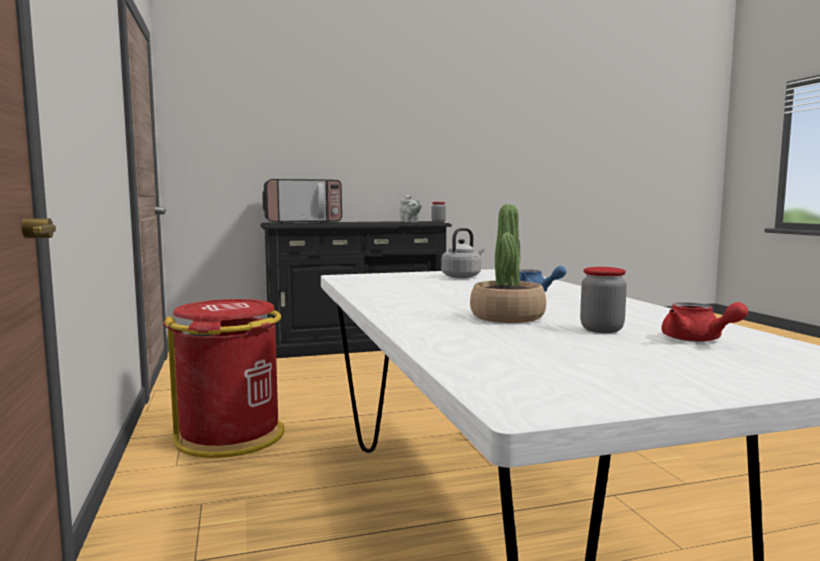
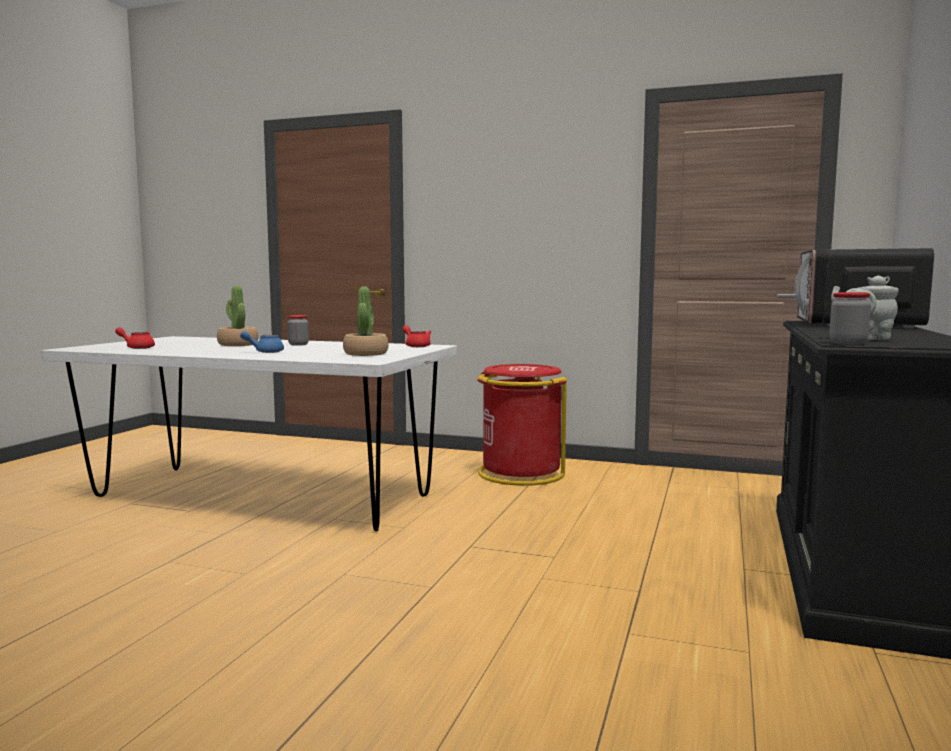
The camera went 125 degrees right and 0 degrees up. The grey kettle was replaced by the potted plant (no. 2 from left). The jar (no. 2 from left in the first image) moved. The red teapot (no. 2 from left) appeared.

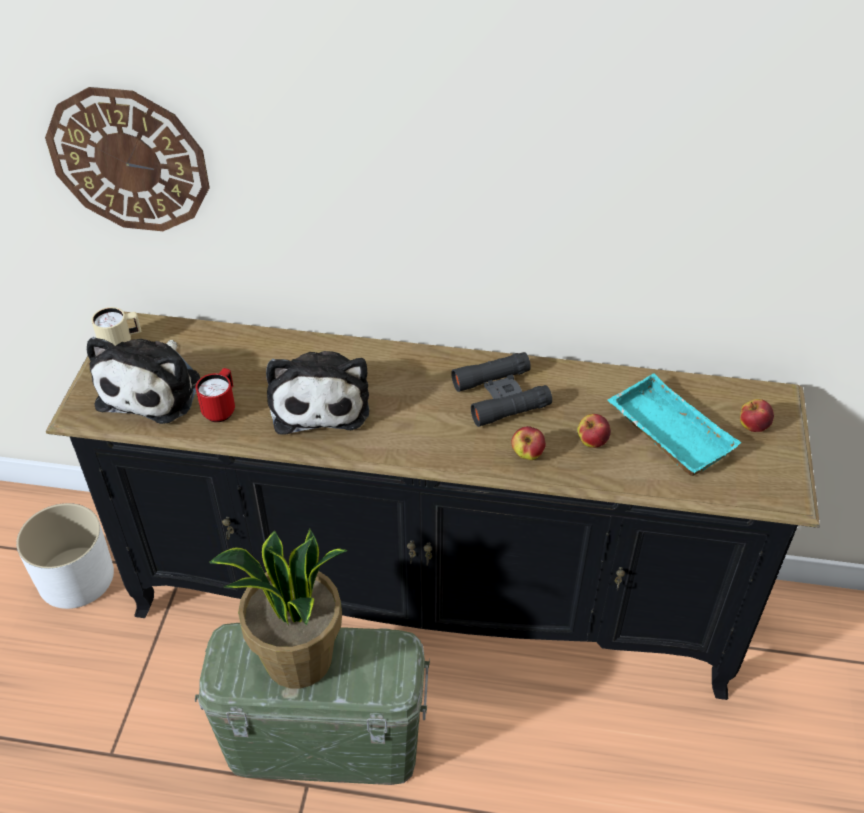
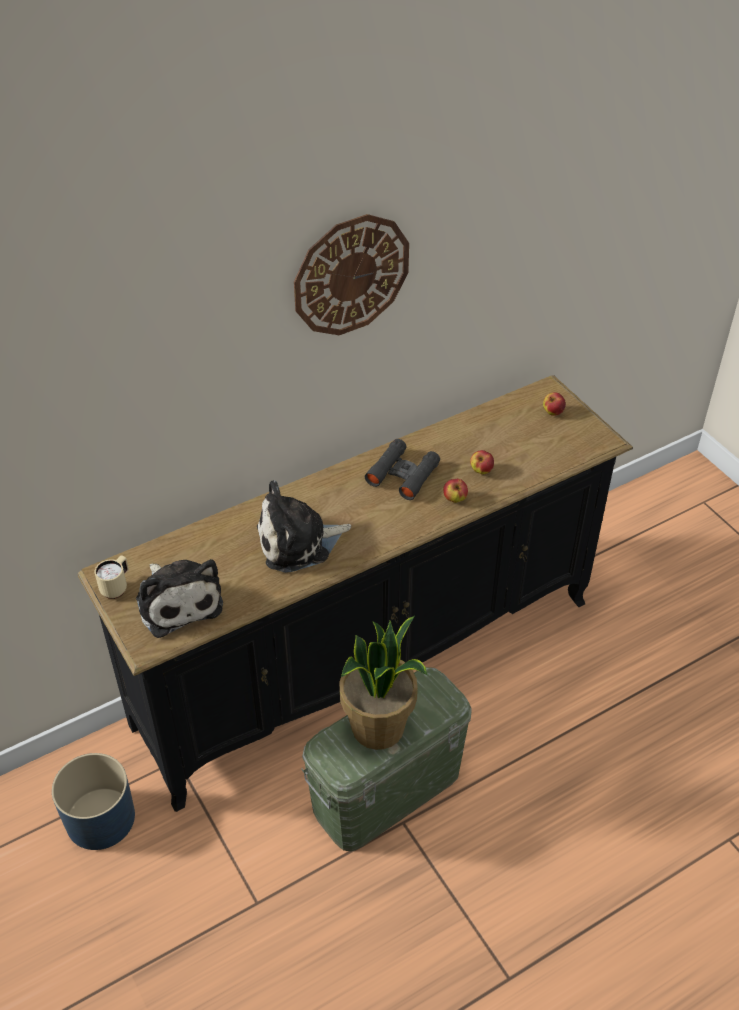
The camera went 40 degrees left and 0 degrees up. The wall clock moved. The plush toy (no. 2 from left) turned 120 degrees clockwise. The red mug disappeared. The turquoise tray disappeared. The white planter became the blue planter.

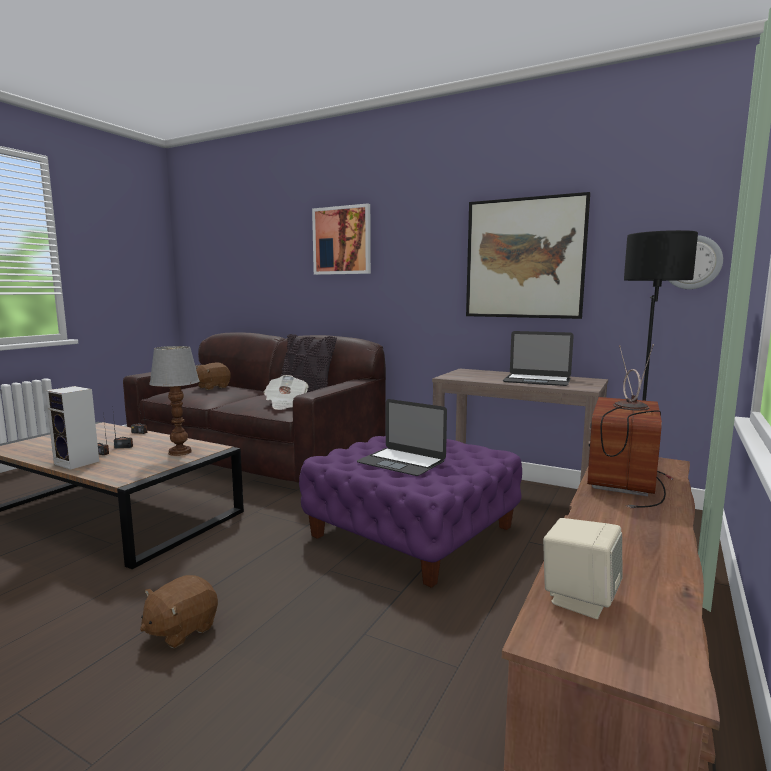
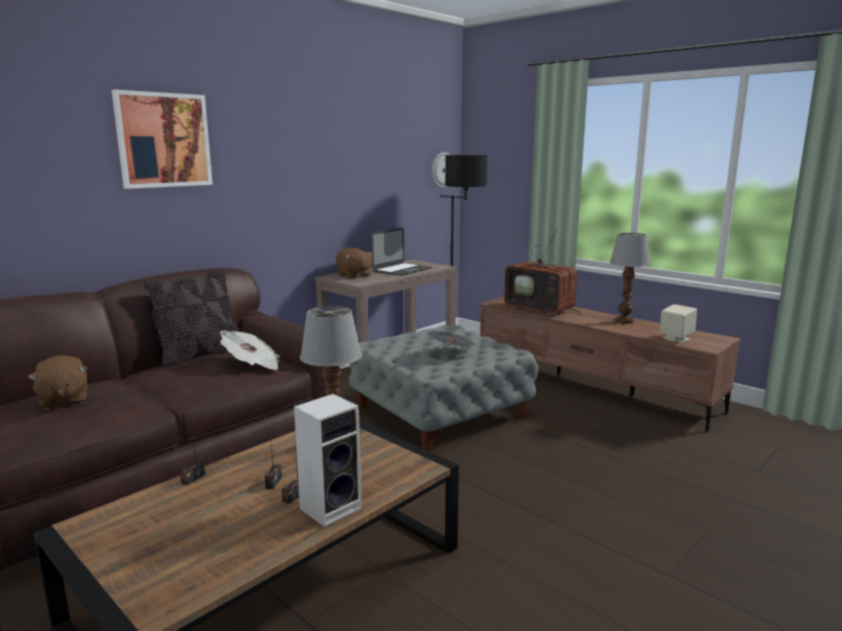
The camera went 75 degrees left and 5 degrees up. The picture (no. 2 from left) disappeared. The laptop (no. 1 from left) was replaced by the newspaper (no. 2 from left). The purple ottoman became the grey ottoman. The brown plush toy (no. 1 from left in the first image) moved. The table lamp (no. 2 from left) appeared.

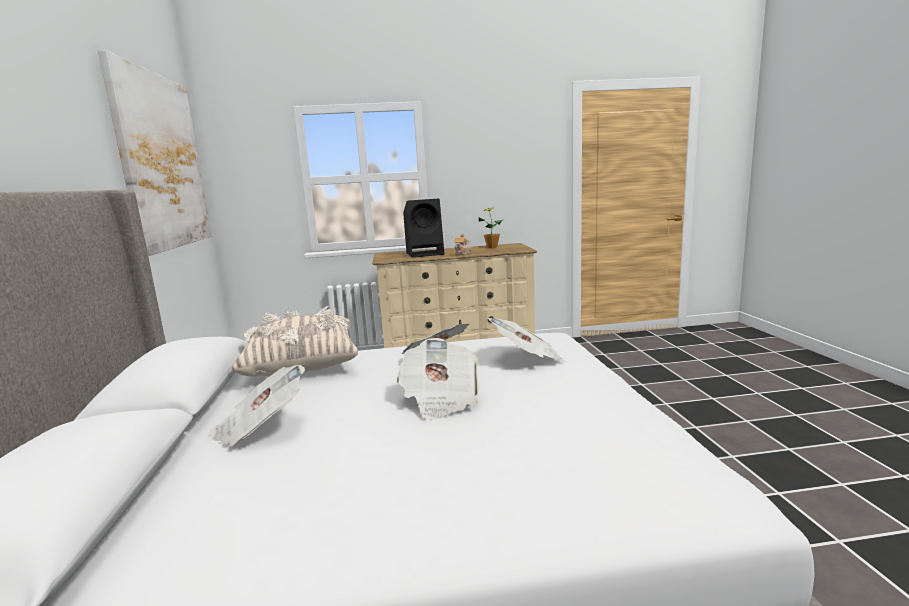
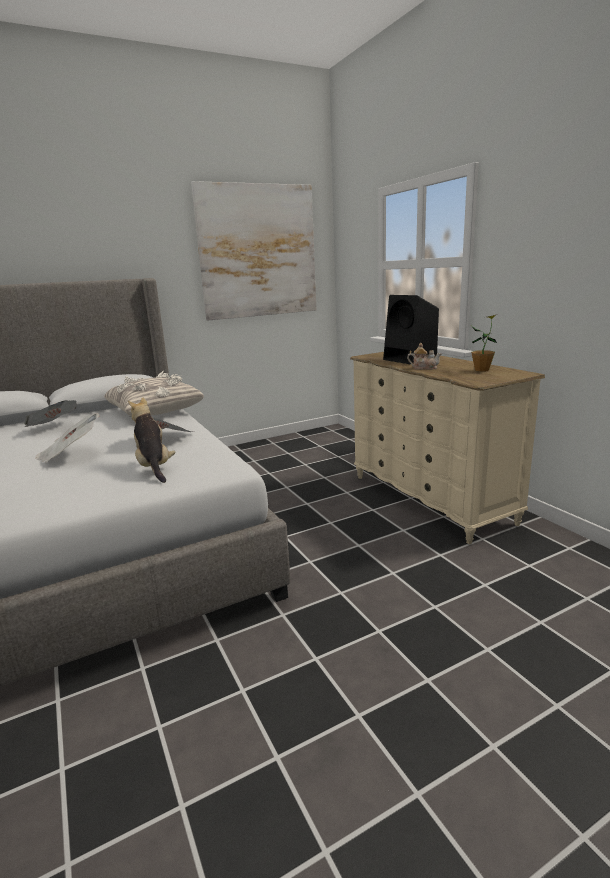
The camera went 70 degrees right and 5 degrees up. The newspaper (no. 4 from left) was replaced by the plush toy.

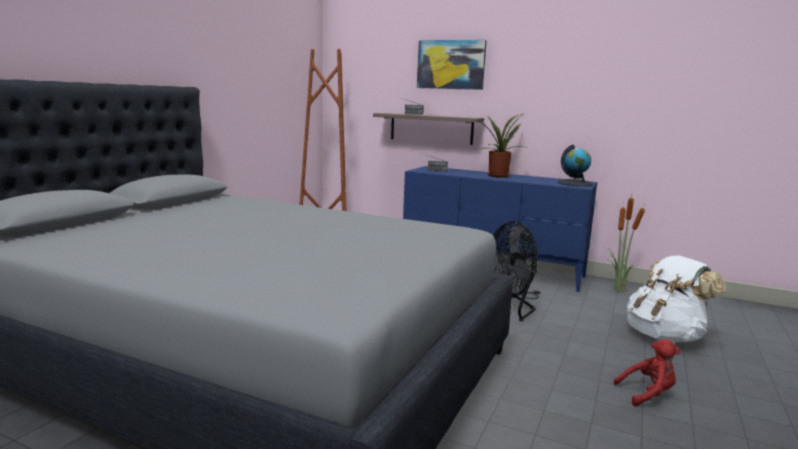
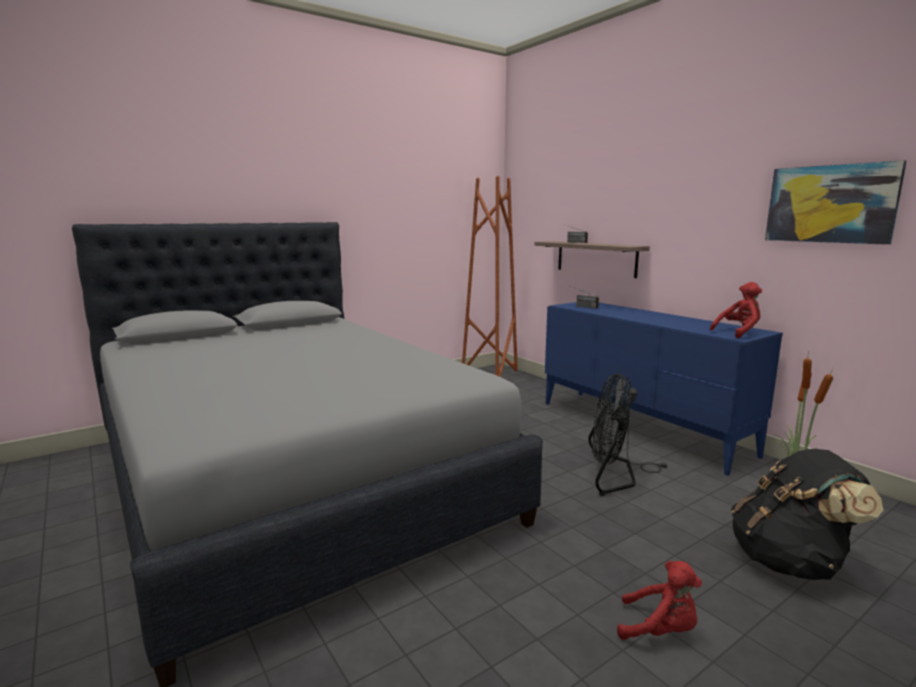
The camera went 30 degrees right and 0 degrees up. The picture moved. The potted plant (no. 1 from left) disappeared. The globe was replaced by the red plush toy (no. 2 from left). The white backpack became the black backpack.

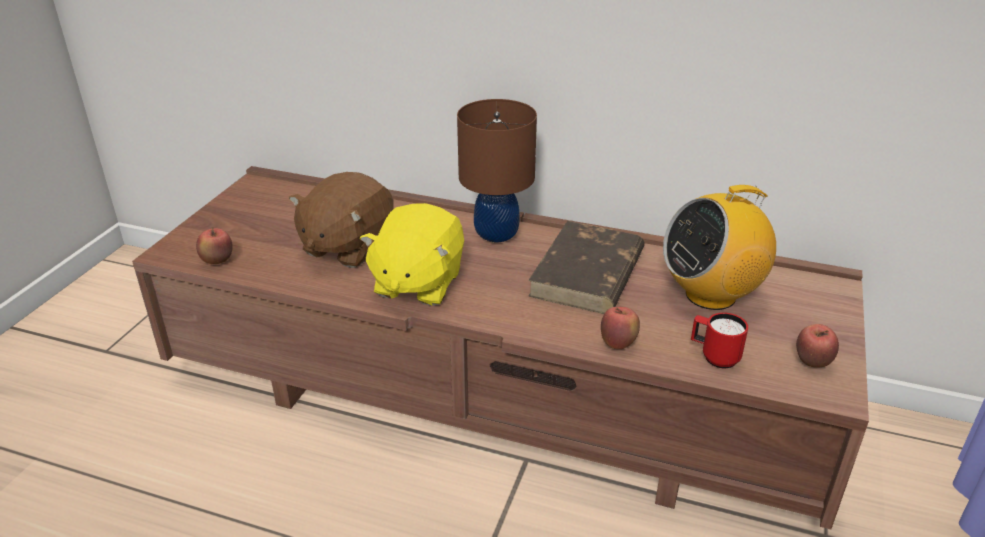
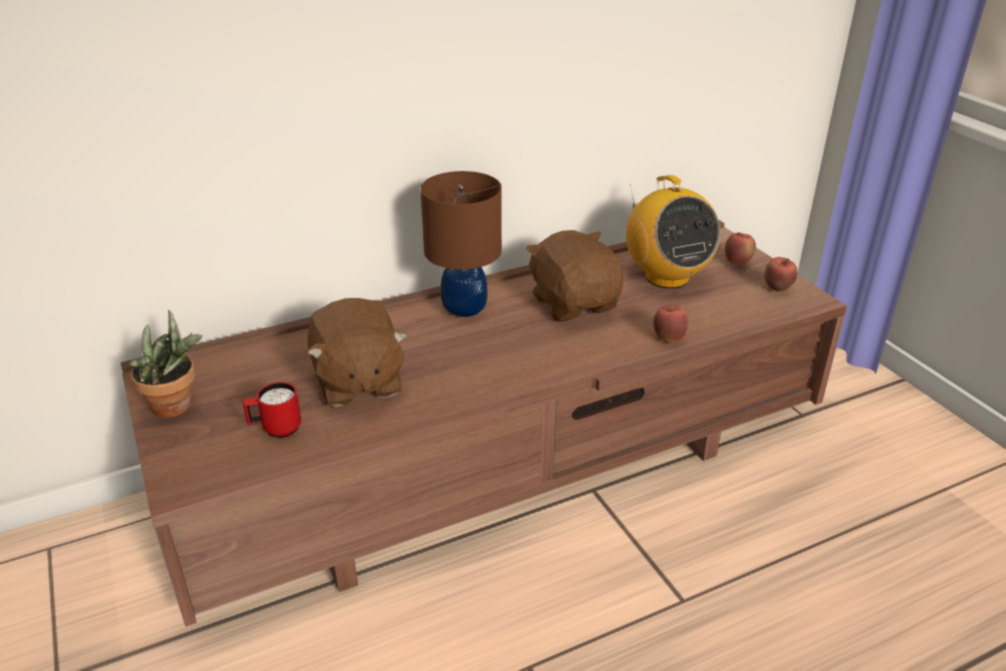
The camera went 45 degrees left and 0 degrees up. The radio turned 45 degrees counterclockwise. The yellow plush toy disappeared. The brown book was replaced by the brown plush toy (no. 2 from left). The apple (no. 1 from left in the first image) moved. The red mug moved. The potted plant appeared.

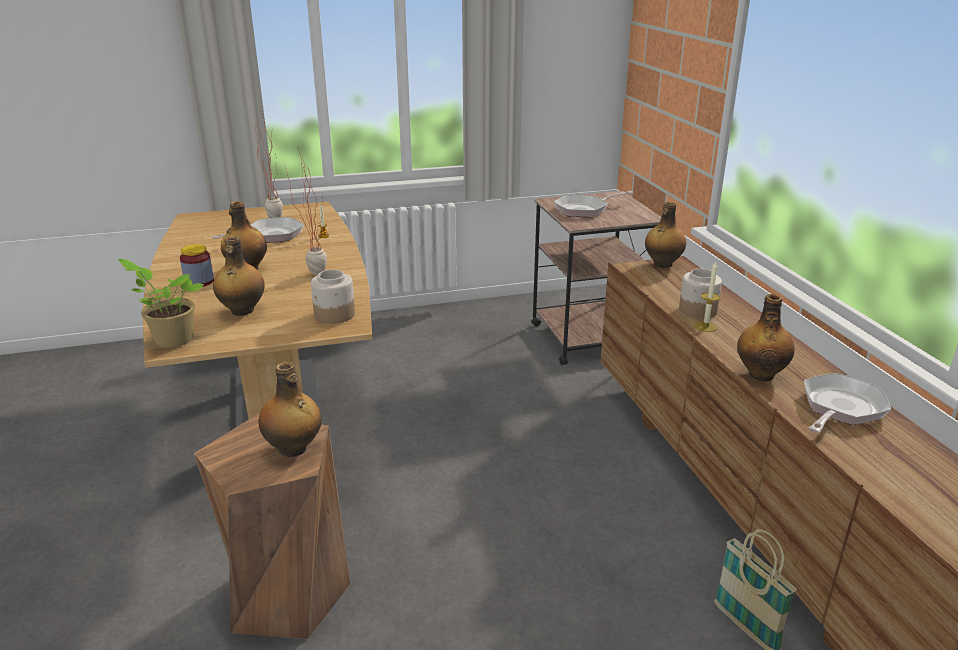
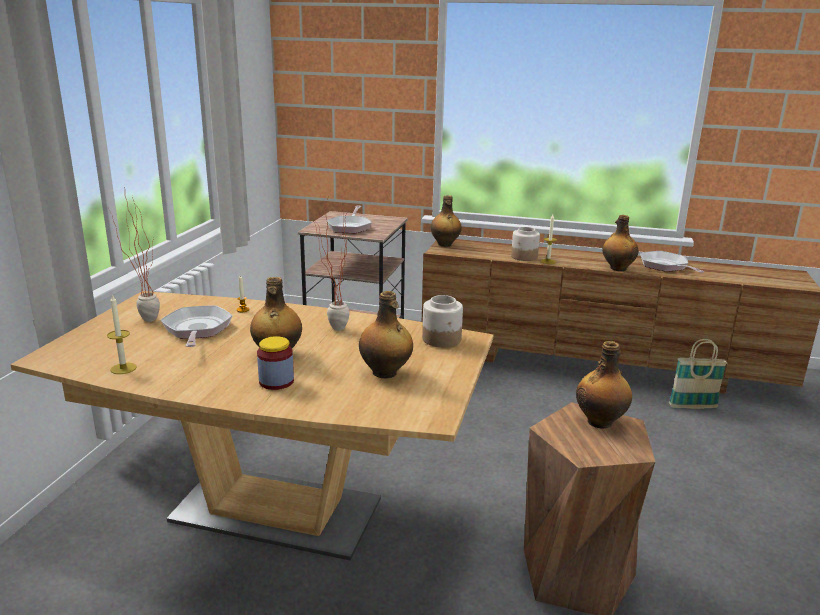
The camera went 60 degrees left and 5 degrees down. The potted plant (no. 1 from left) disappeared. The candle (no. 1 from left) appeared.

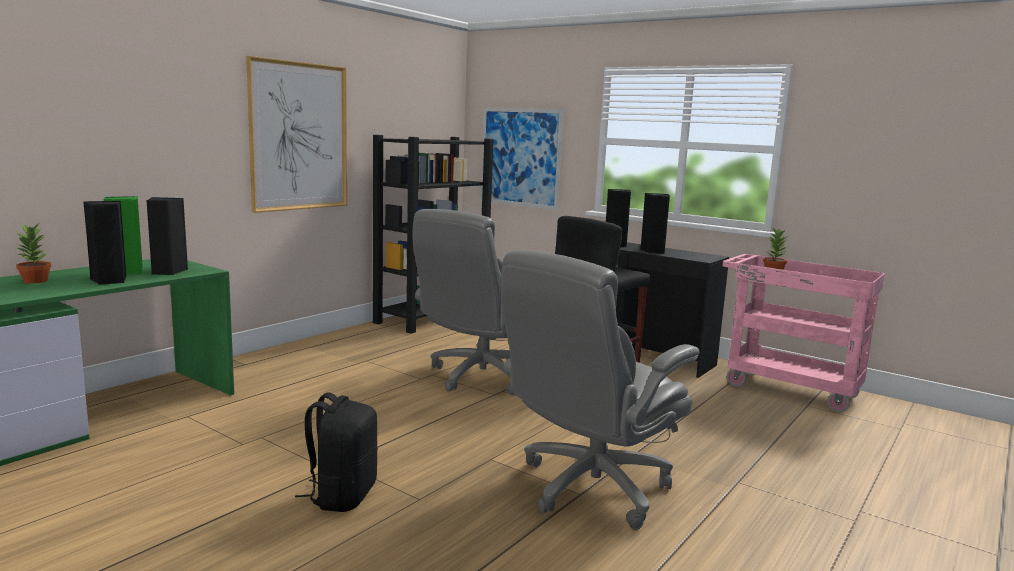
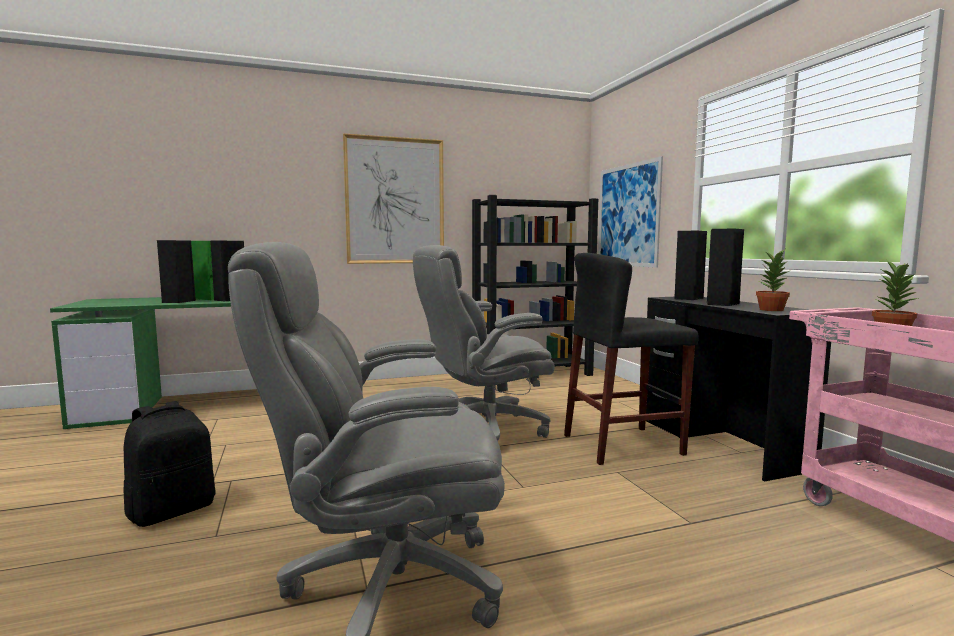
The camera went 35 degrees right and 5 degrees down. The potted plant (no. 1 from left) moved.

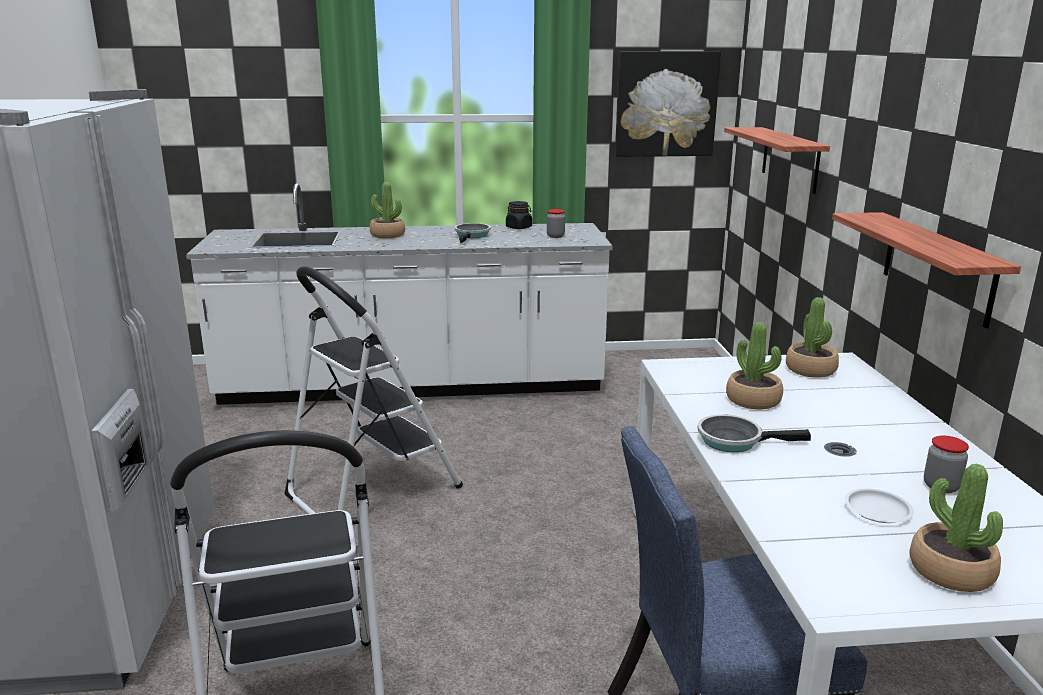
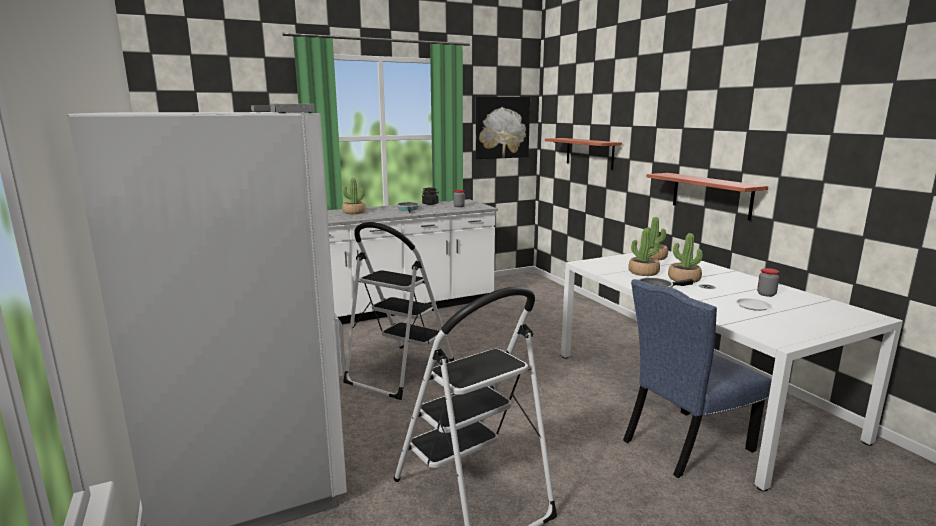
The camera went 20 degrees left and 5 degrees down. The potted plant (no. 4 from left) moved.

